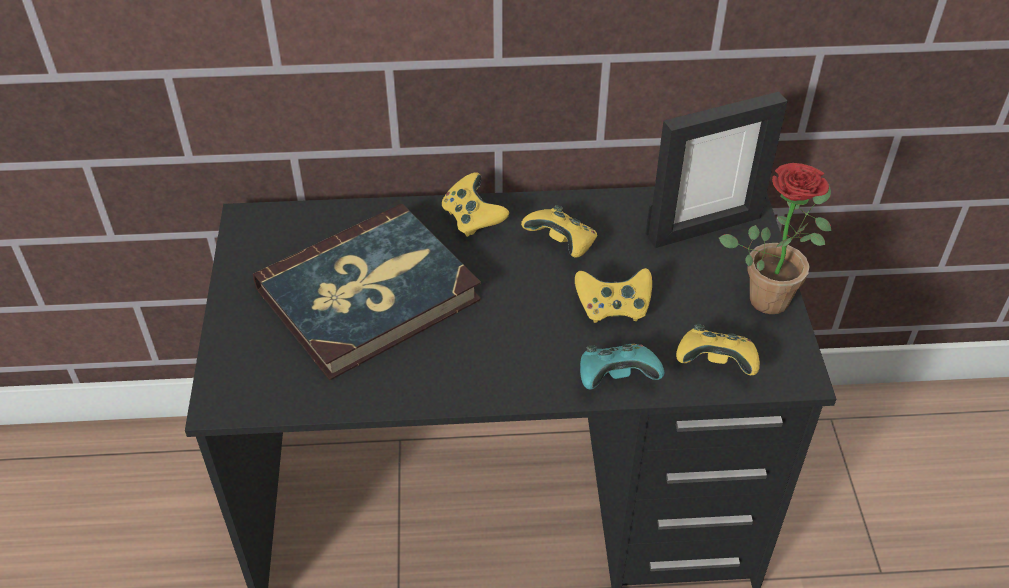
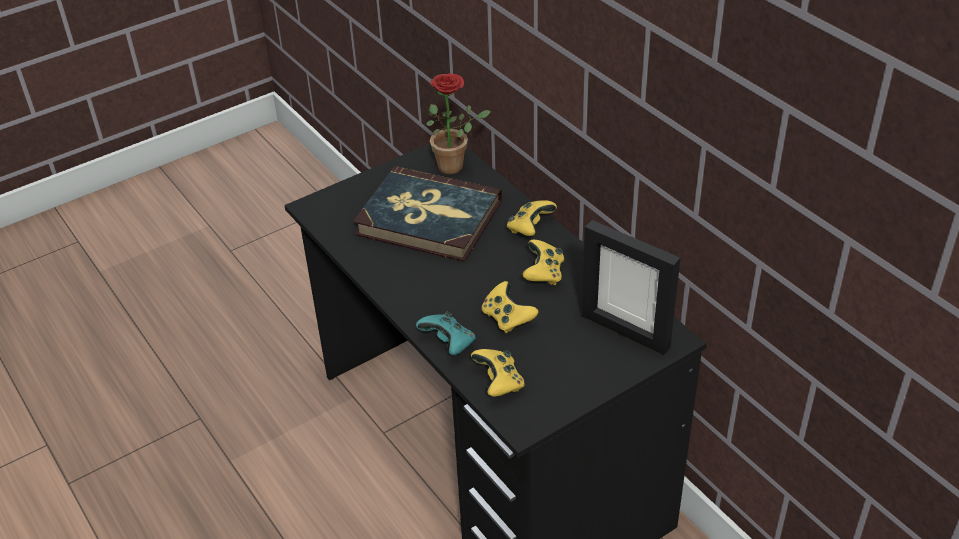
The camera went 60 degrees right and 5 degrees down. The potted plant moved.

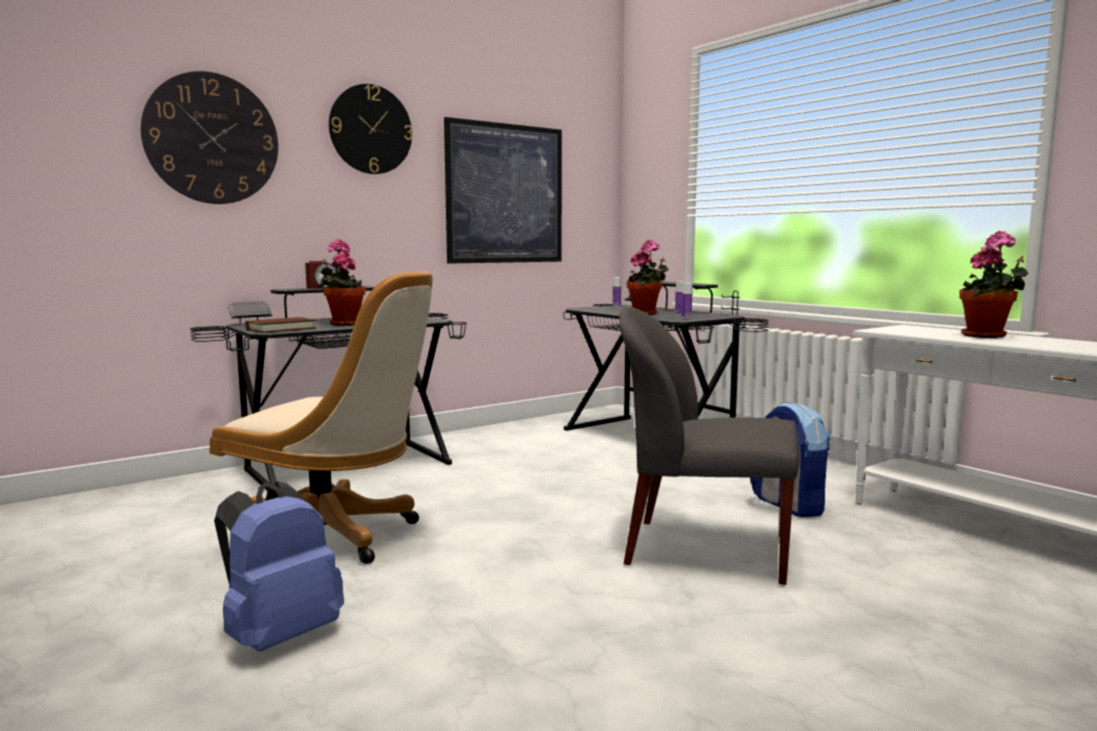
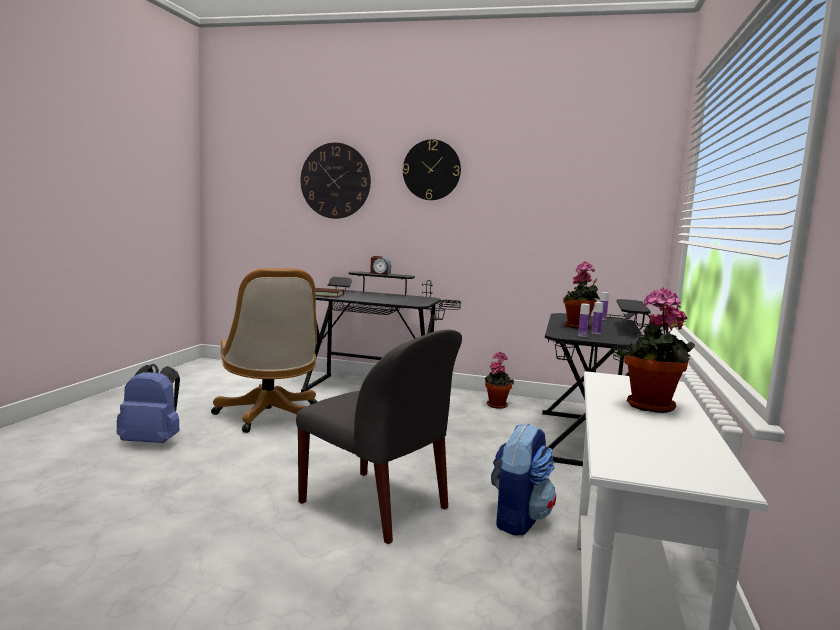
The camera went 50 degrees right and 0 degrees up. The picture disappeared. The potted plant (no. 1 from left) moved. The grey chair turned 150 degrees clockwise.

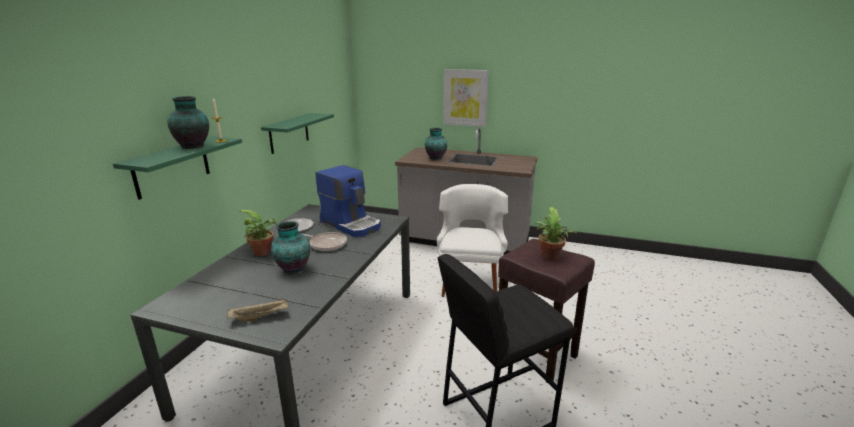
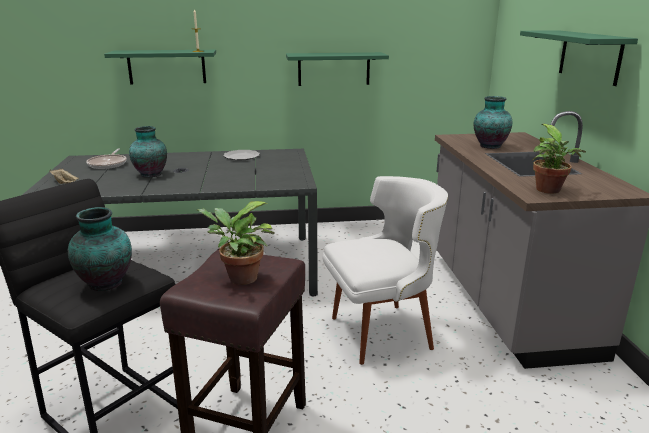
The camera went 65 degrees right and 0 degrees up. The picture was replaced by the green shelf (no. 3 from left). The vase (no. 1 from left) moved. The coffee machine disappeared. The potted plant (no. 1 from left in the first image) moved. The frying pan moved.

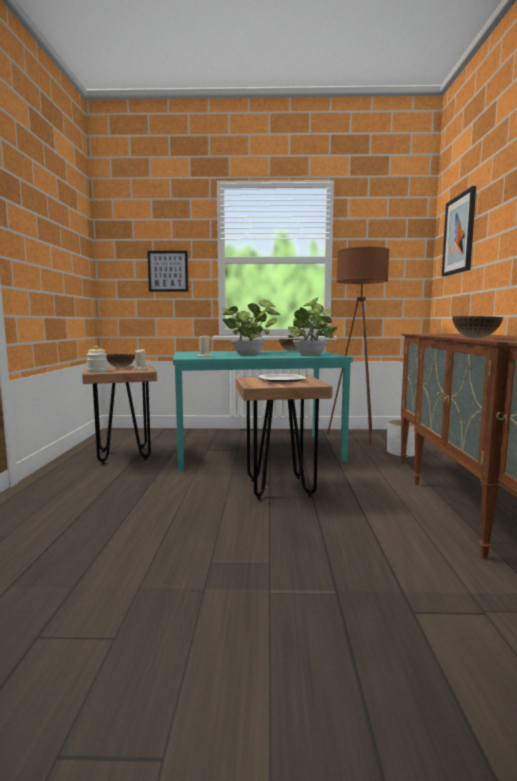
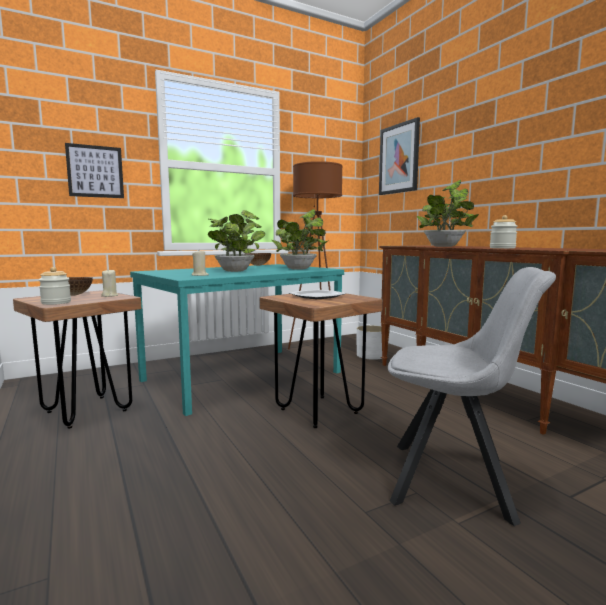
The camera went 30 degrees left and 0 degrees up. The bowl (no. 3 from left) was replaced by the jar (no. 2 from left). The potted plant (no. 3 from left) appeared. The grey chair appeared.

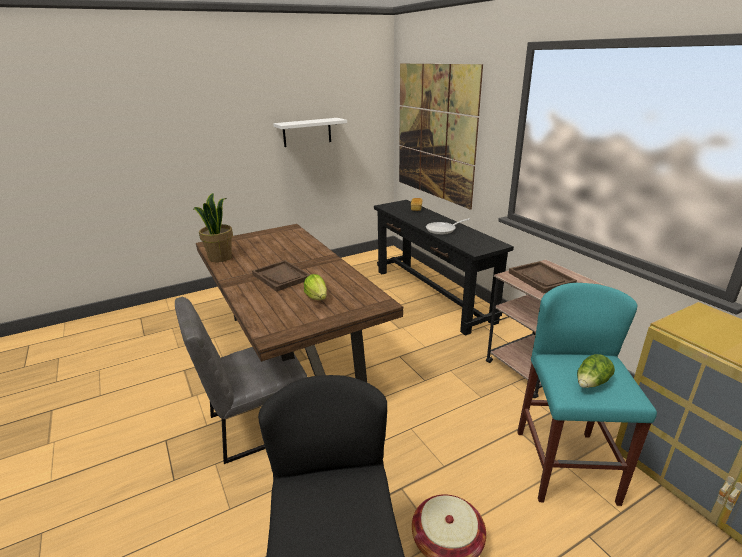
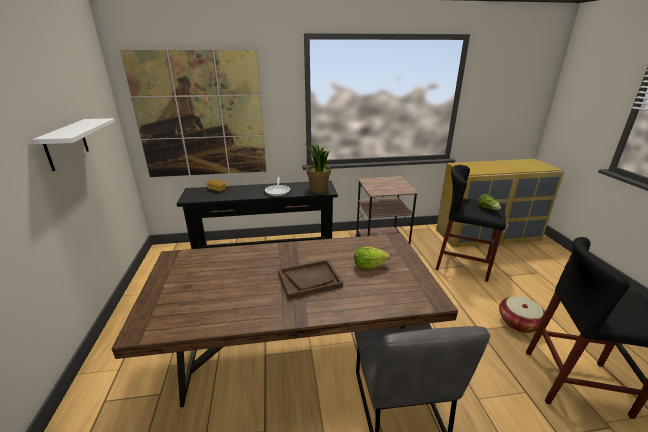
The camera went 70 degrees left and 0 degrees up. The potted plant moved. The brown tray (no. 2 from left) disappeared. The turquoise stool became the black stool (no. 1 from left).

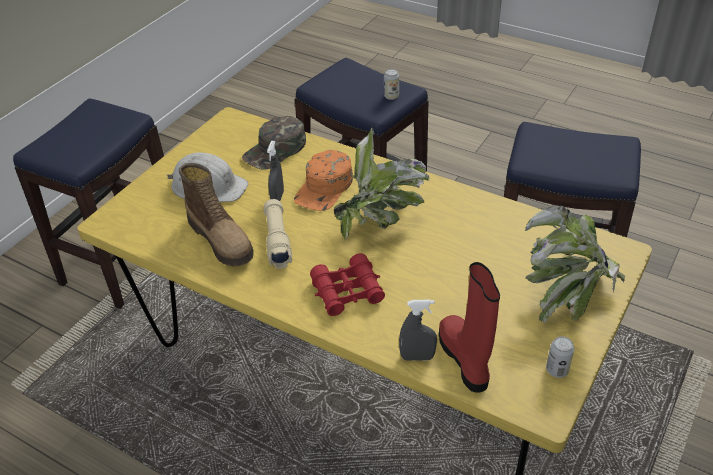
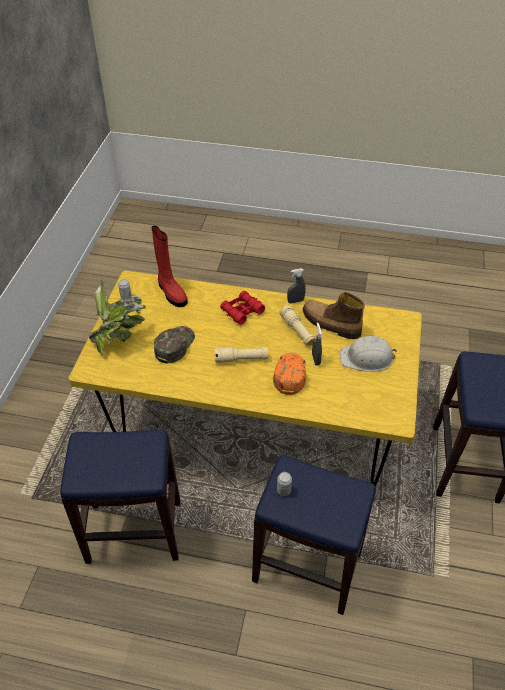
The camera went 160 degrees right and 5 degrees up. The green cap moved. The potted plant (no. 1 from left) was replaced by the beige flashlight (no. 1 from left). The grey spray bottle (no. 2 from left in the first image) moved.

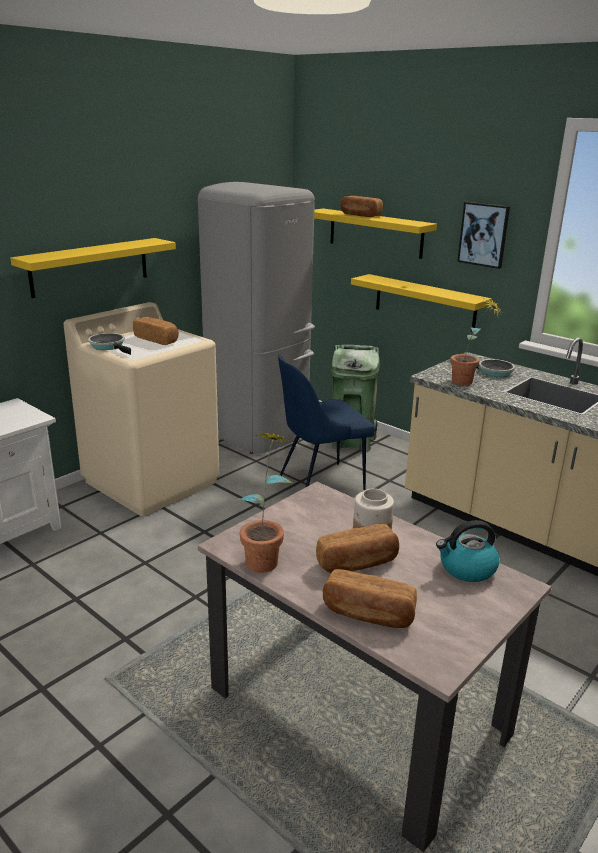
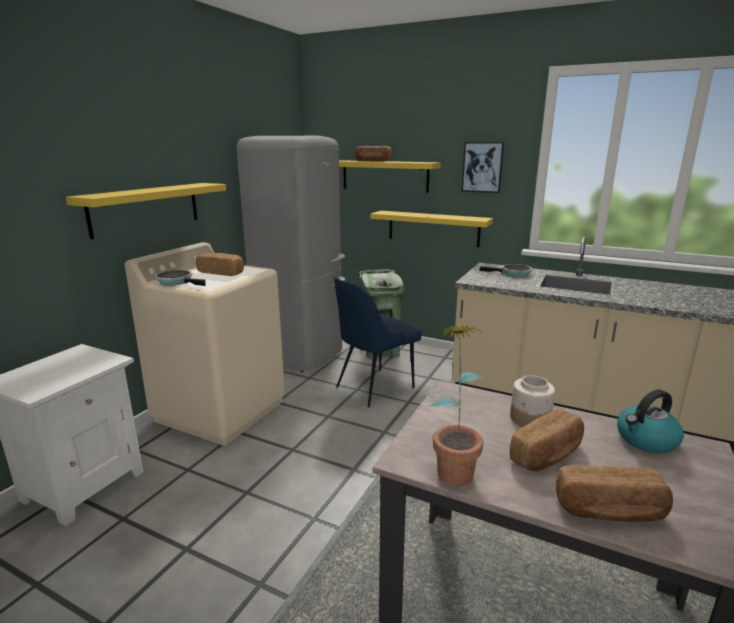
The camera went 15 degrees left and 5 degrees down. The potted plant (no. 2 from left) disappeared.

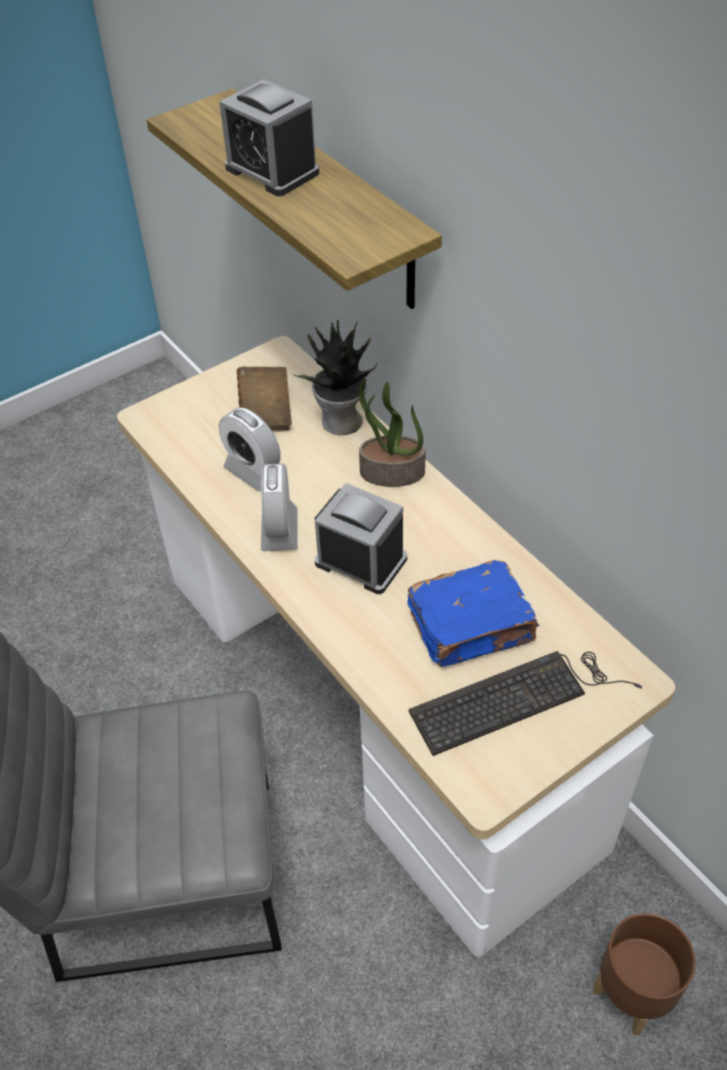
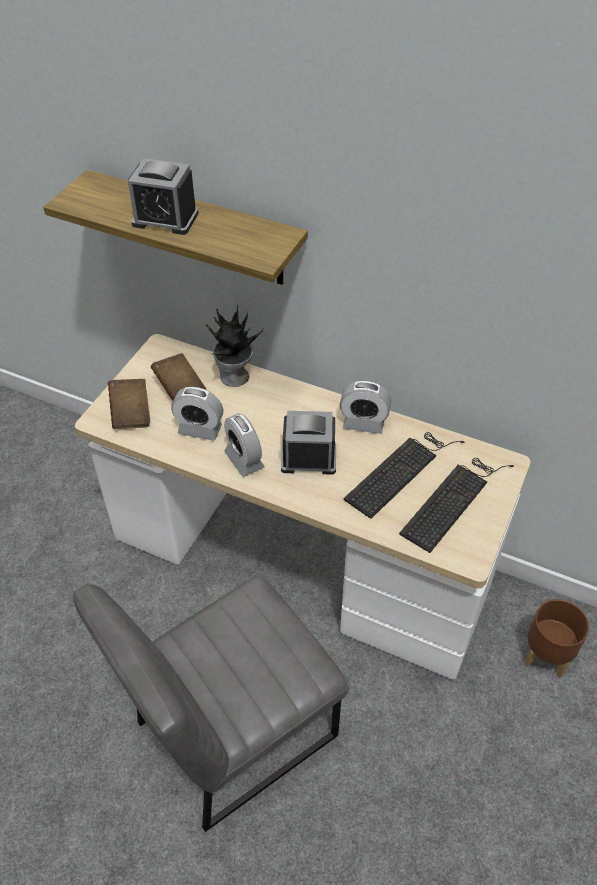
The camera went 30 degrees left and 0 degrees up. The potted plant (no. 2 from left) disappeared. The blue book was replaced by the keyboard (no. 1 from left). The brown book (no. 1 from left) appeared. The alarm clock (no. 5 from left) appeared.

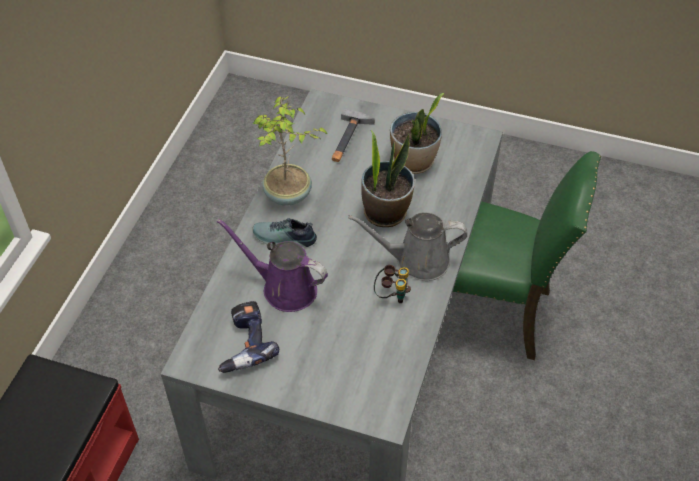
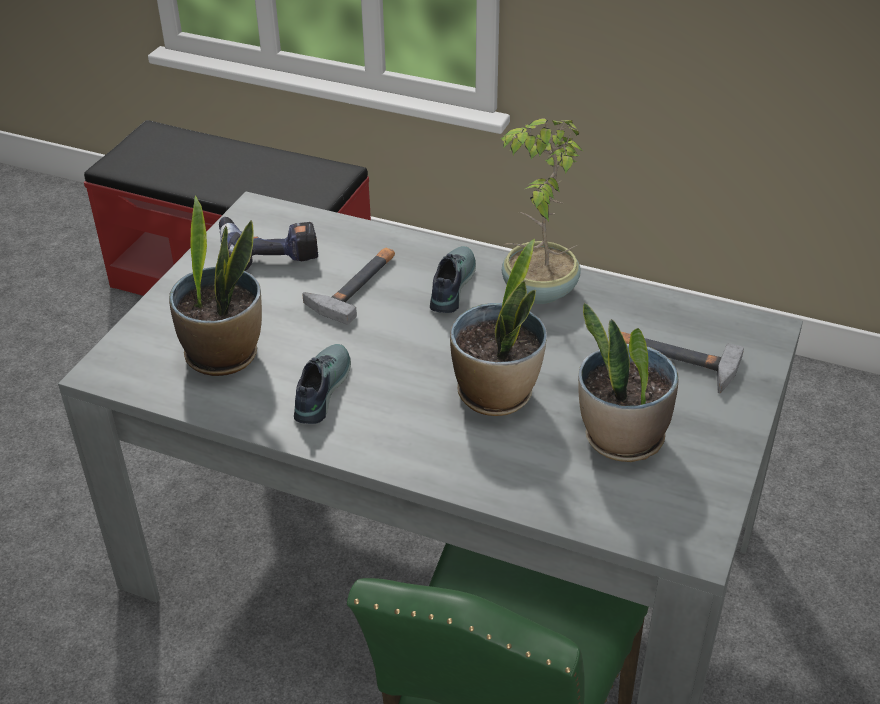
The camera went 95 degrees right and 10 degrees down. The grey watering can disappeared. The purple watering can was replaced by the hammer (no. 1 from left). The binoculars was replaced by the shoe (no. 1 from left). The potted plant (no. 1 from left) appeared.

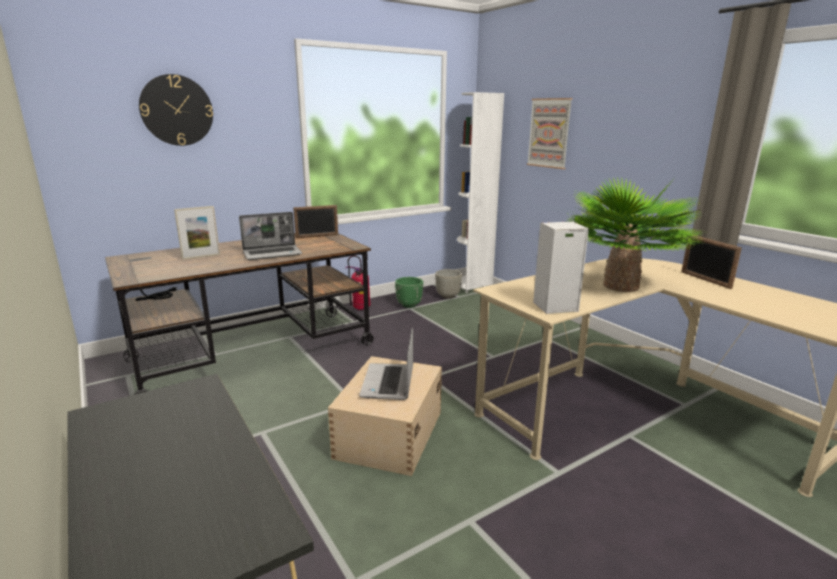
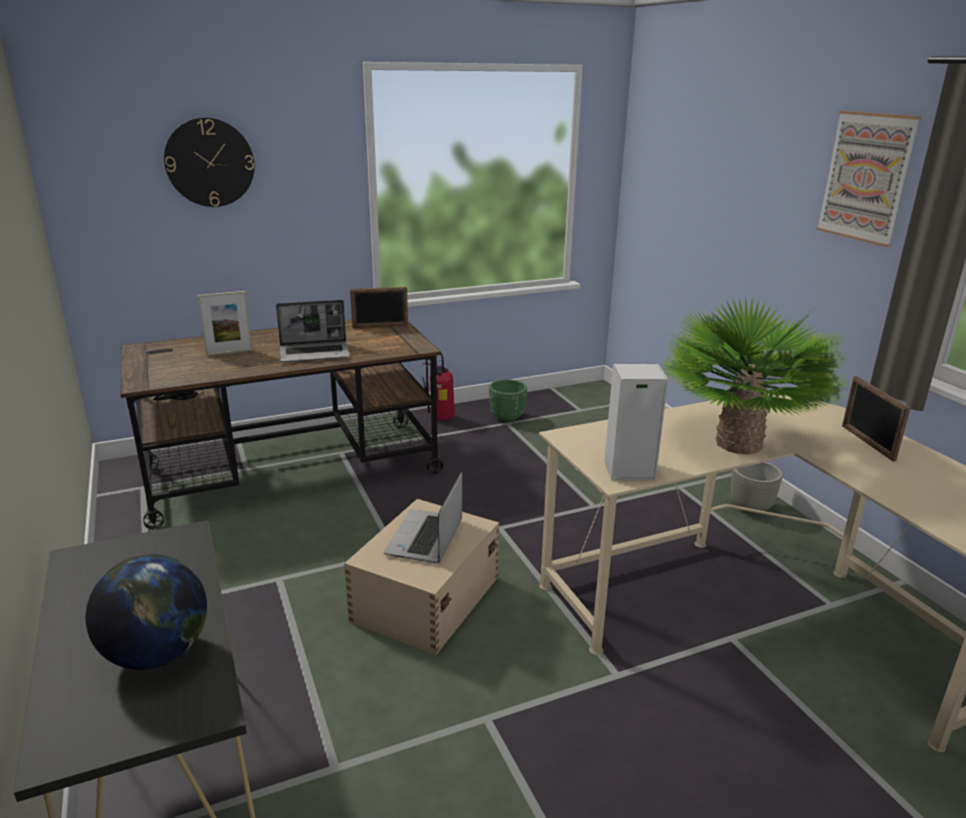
The camera went 10 degrees right and 5 degrees up. The white bookcase disappeared. The picture moved. The grey planter moved. The globe appeared.

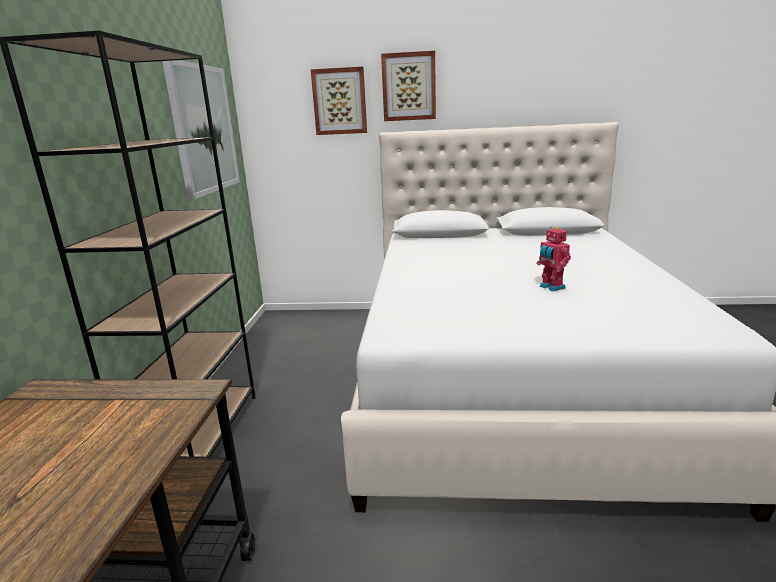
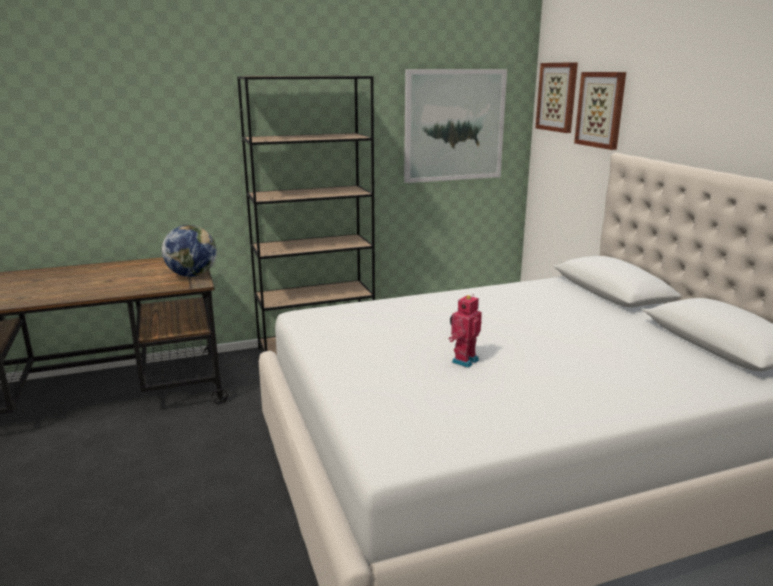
The camera went 65 degrees right and 0 degrees up. The picture (no. 3 from left in the first image) moved. The globe appeared.

